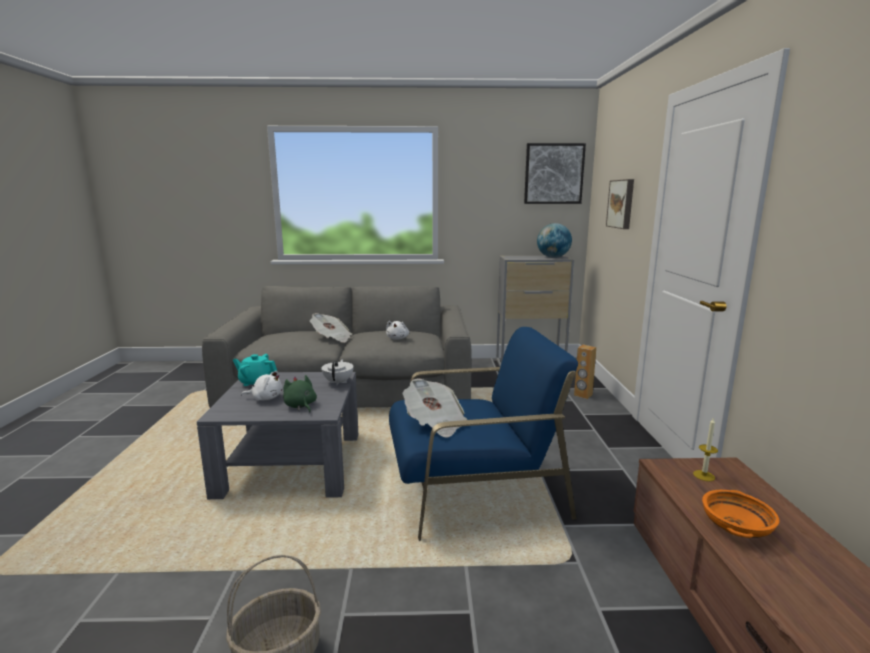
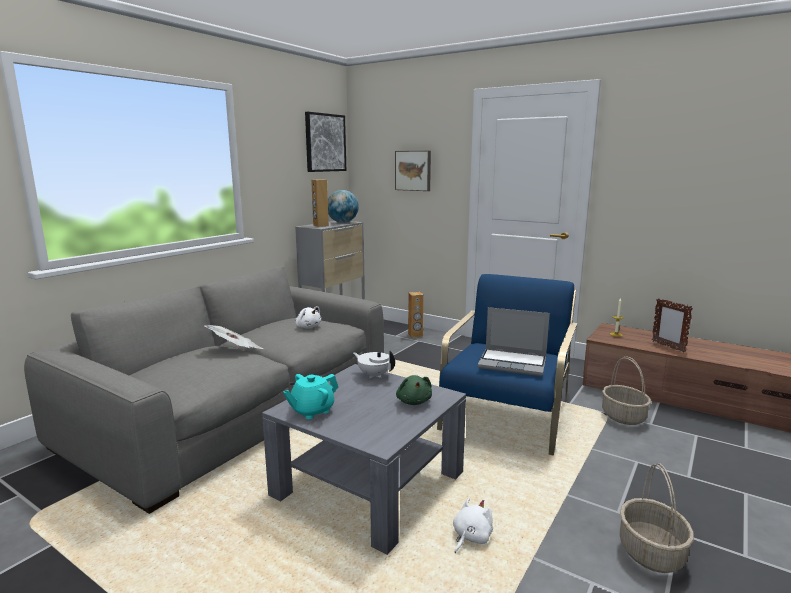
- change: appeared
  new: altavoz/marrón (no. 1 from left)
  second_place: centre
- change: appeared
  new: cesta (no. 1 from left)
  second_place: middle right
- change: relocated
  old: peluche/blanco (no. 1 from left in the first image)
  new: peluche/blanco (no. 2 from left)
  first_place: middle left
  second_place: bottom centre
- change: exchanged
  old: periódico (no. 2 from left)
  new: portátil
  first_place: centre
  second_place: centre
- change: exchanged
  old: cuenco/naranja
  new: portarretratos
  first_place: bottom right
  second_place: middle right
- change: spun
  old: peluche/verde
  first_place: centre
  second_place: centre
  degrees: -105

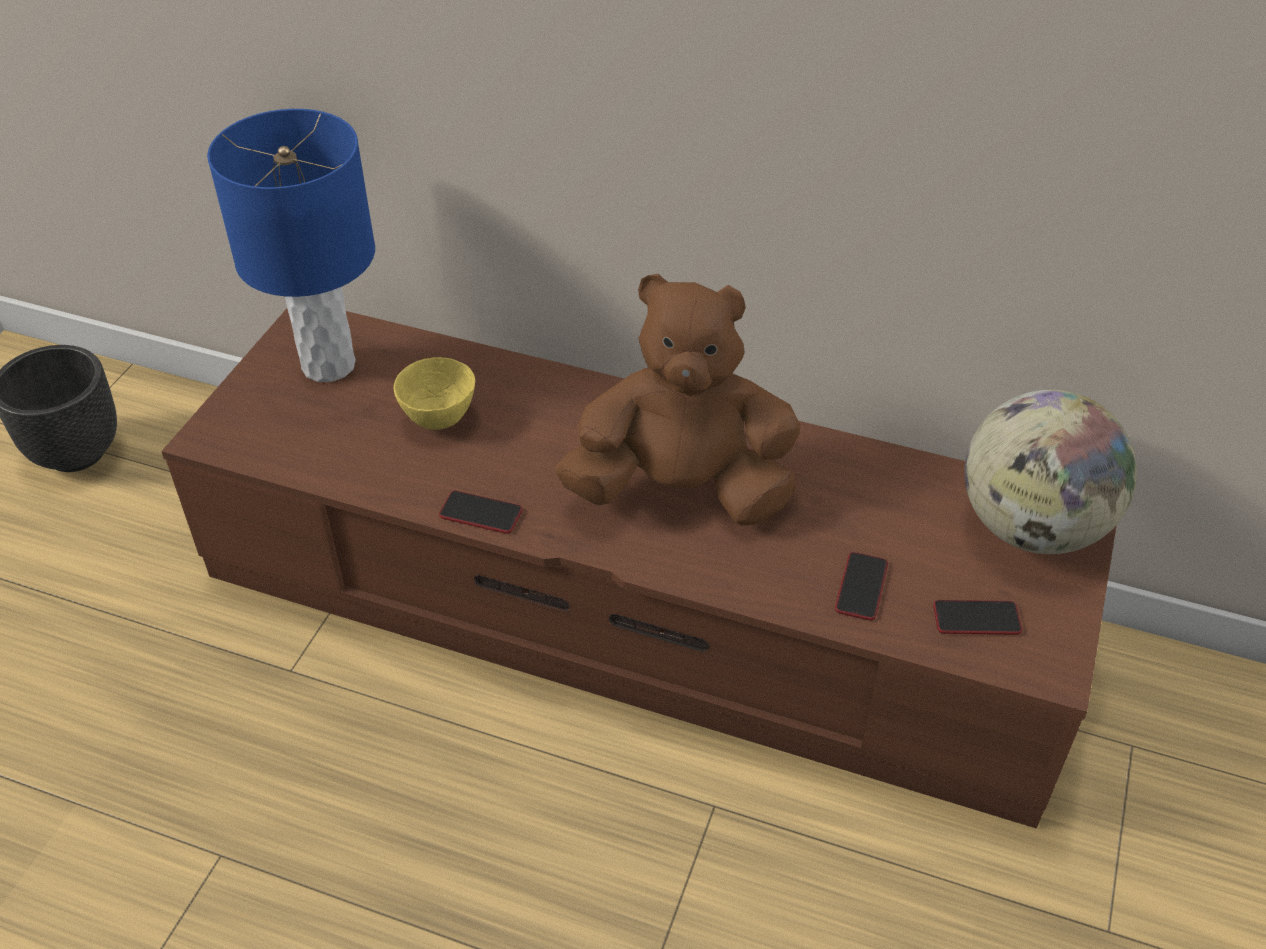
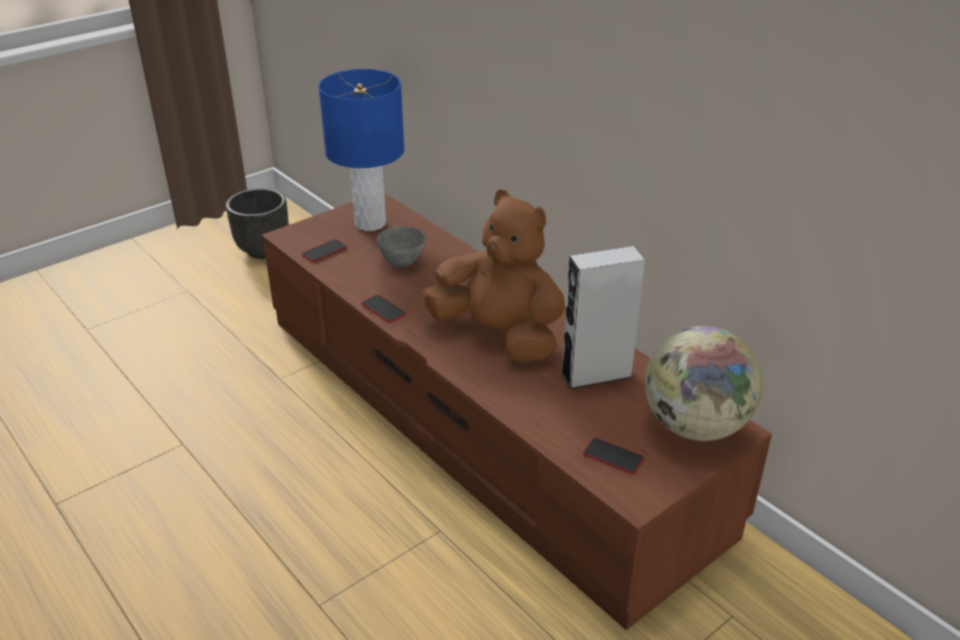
- change: appeared
  new: altavoz/gris
  second_place: centre
- change: relocated
  old: móvil (no. 2 from left in the first image)
  new: móvil (no. 1 from left)
  first_place: middle right
  second_place: centre
- change: colour
  old: cuenco/amarillo
  new: cuenco/gris
  first_place: centre
  second_place: centre

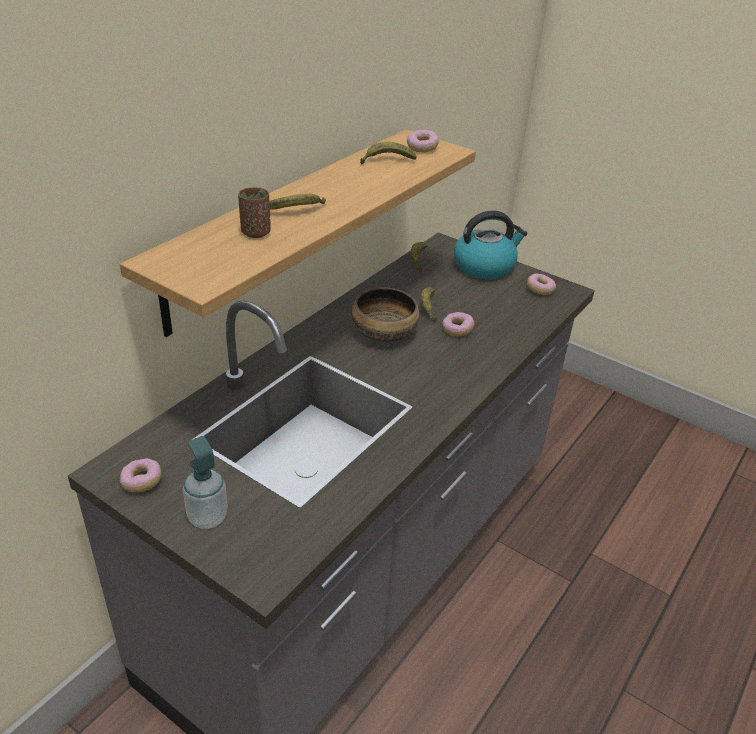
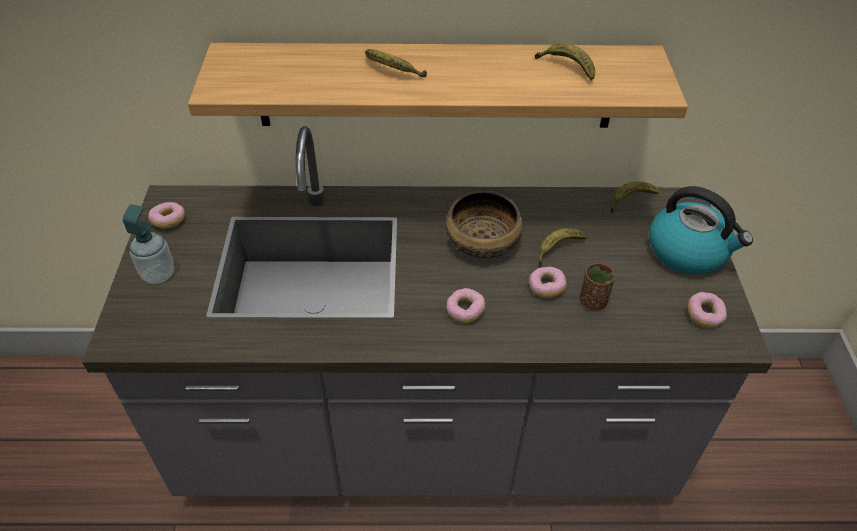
- change: relocated
  old: taza/marrón
  first_place: top centre
  second_place: middle right
- change: relocated
  old: rosquilla (no. 2 from left)
  first_place: top centre
  second_place: centre

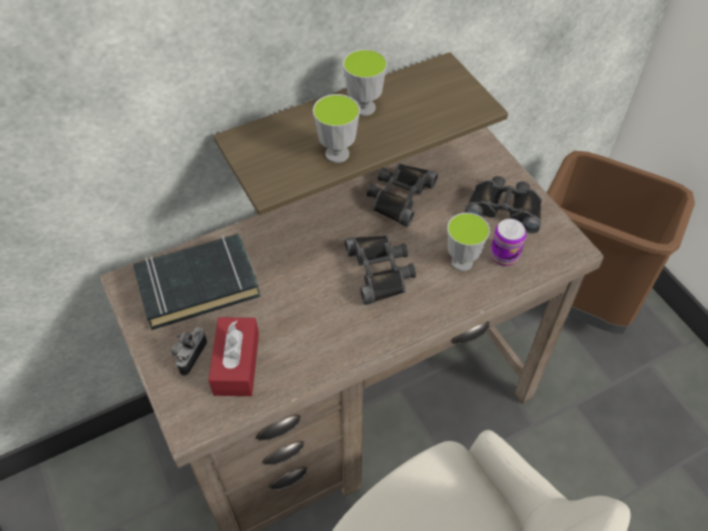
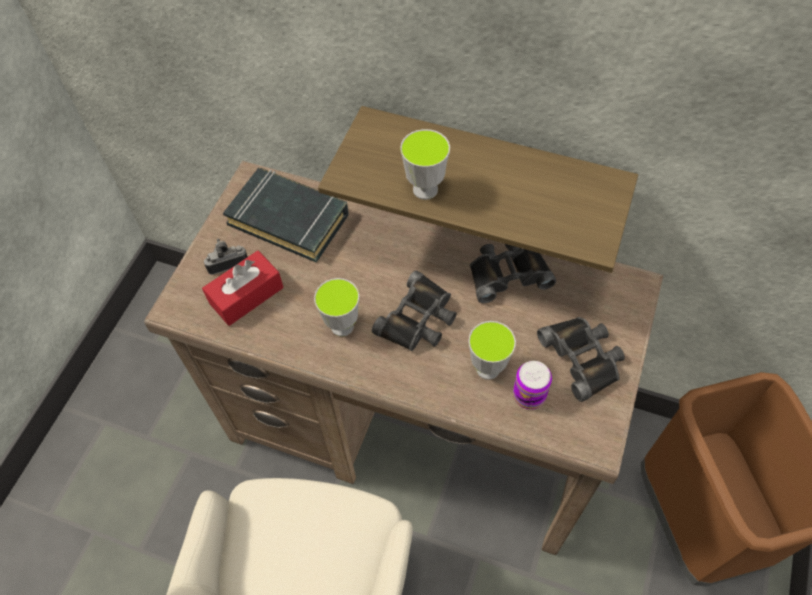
- change: relocated
  old: taza (no. 2 from left in the first image)
  new: taza (no. 1 from left)
  first_place: top centre
  second_place: centre

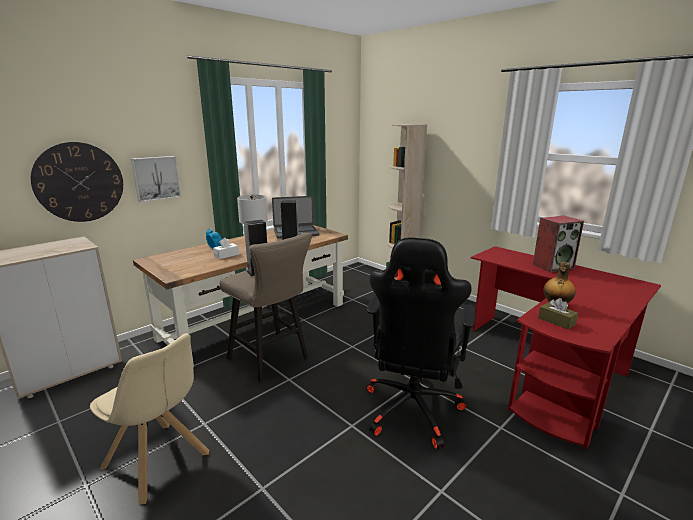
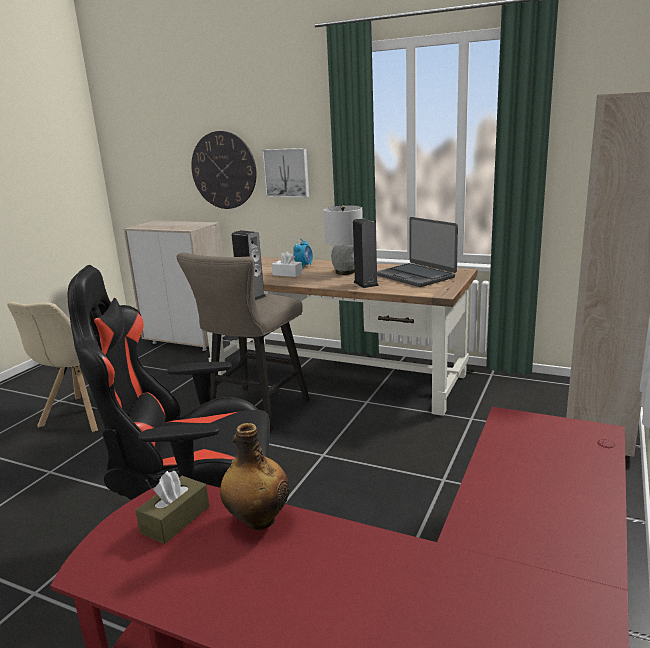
- change: missing
  old: altavoz (no. 3 from left)
  first_place: middle right

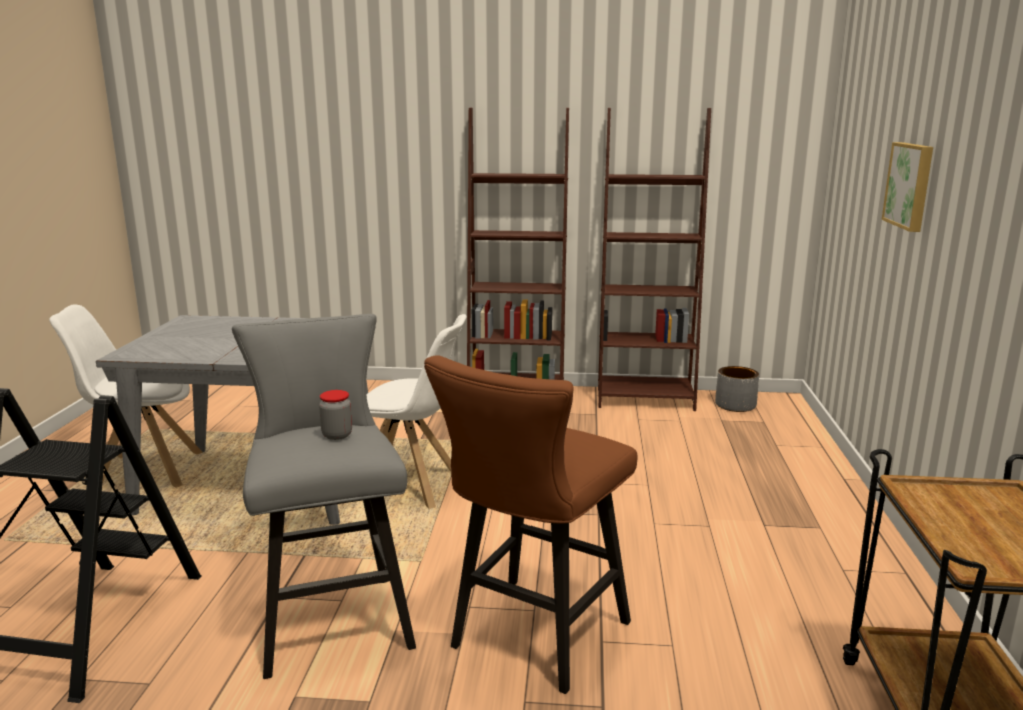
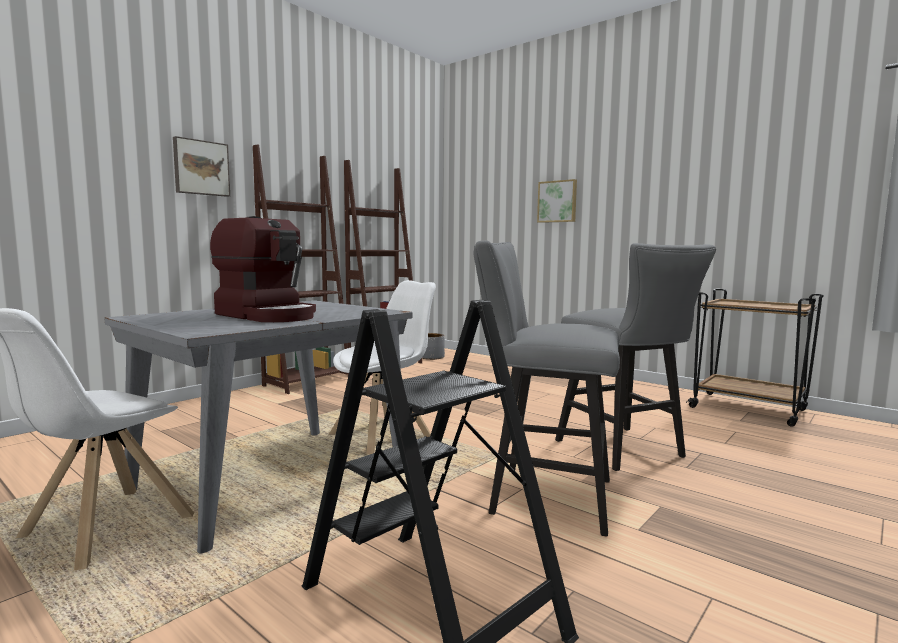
- change: missing
  old: tarro
  first_place: middle left
- change: appeared
  new: cuadro (no. 1 from left)
  second_place: top left
- change: appeared
  new: cafetera
  second_place: middle left
- change: colour
  old: taburete/marrón
  new: taburete/gris (no. 2 from left)
  first_place: bottom centre
  second_place: middle right

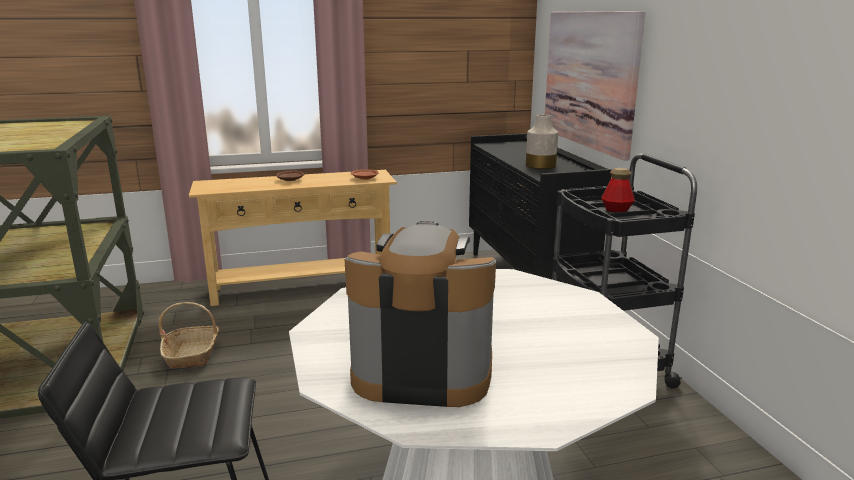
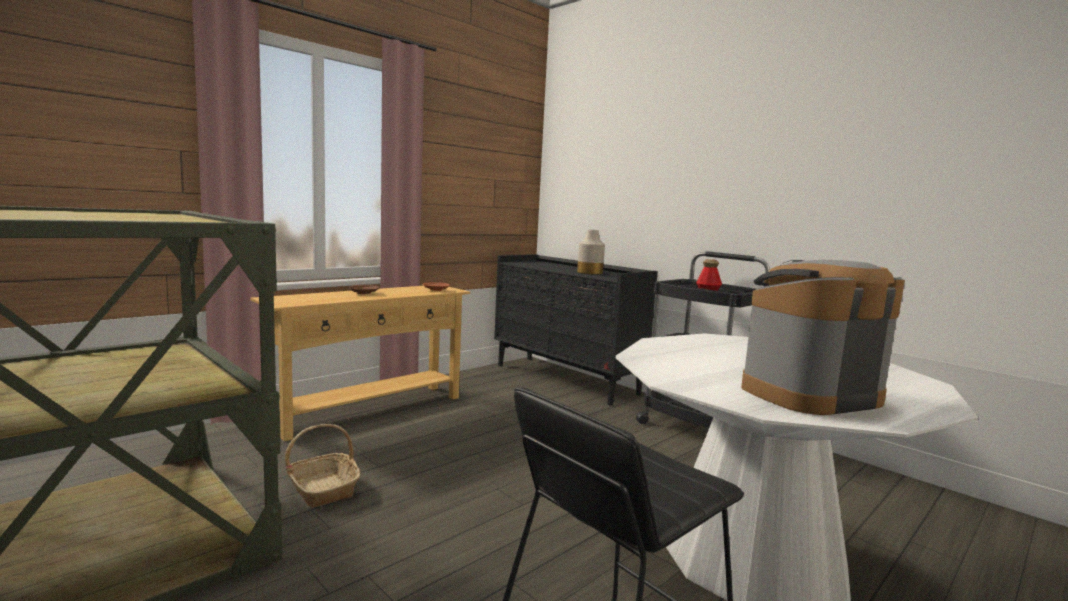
- change: missing
  old: cuadro
  first_place: top right

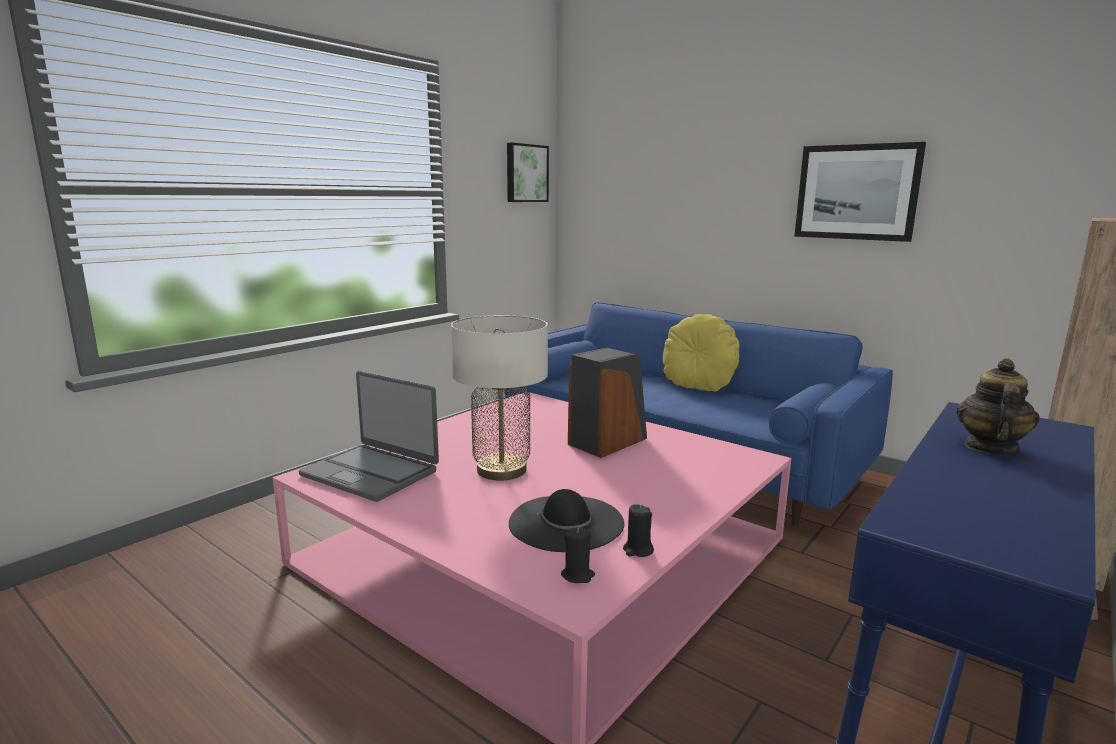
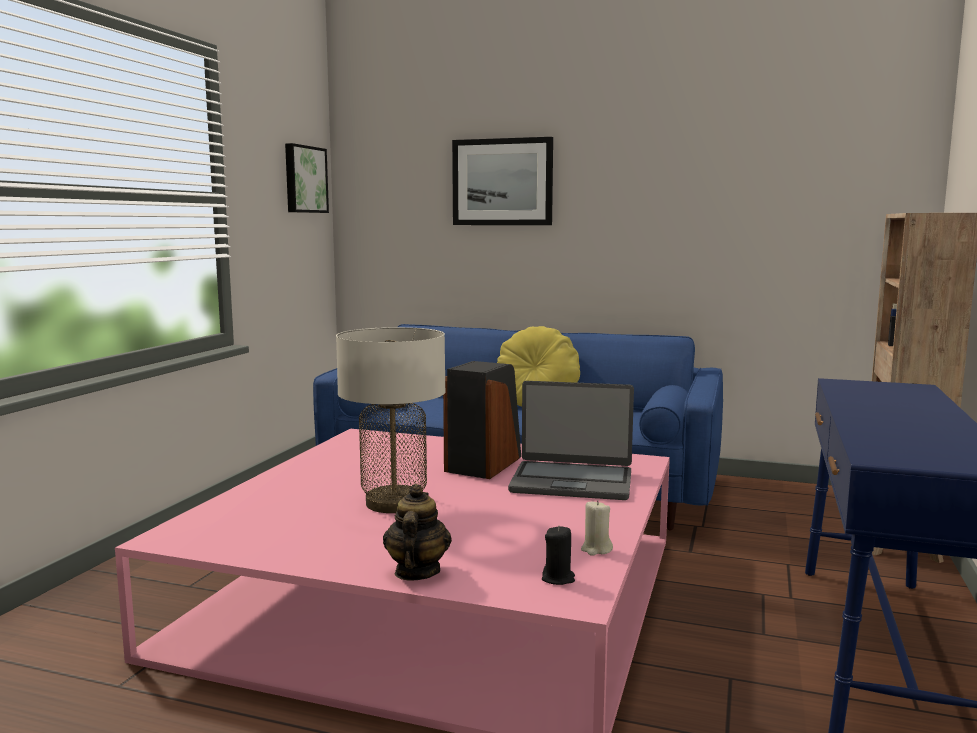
- change: missing
  old: sombrero/negro
  first_place: bottom centre
- change: relocated
  old: portátil
  first_place: middle left
  second_place: centre
- change: relocated
  old: cuadro (no. 2 from left)
  first_place: top right
  second_place: top centre
- change: relocated
  old: tetera
  first_place: middle right
  second_place: bottom centre
- change: colour
  old: vela/negro (no. 2 from left)
  new: vela/beis
  first_place: bottom centre
  second_place: bottom centre

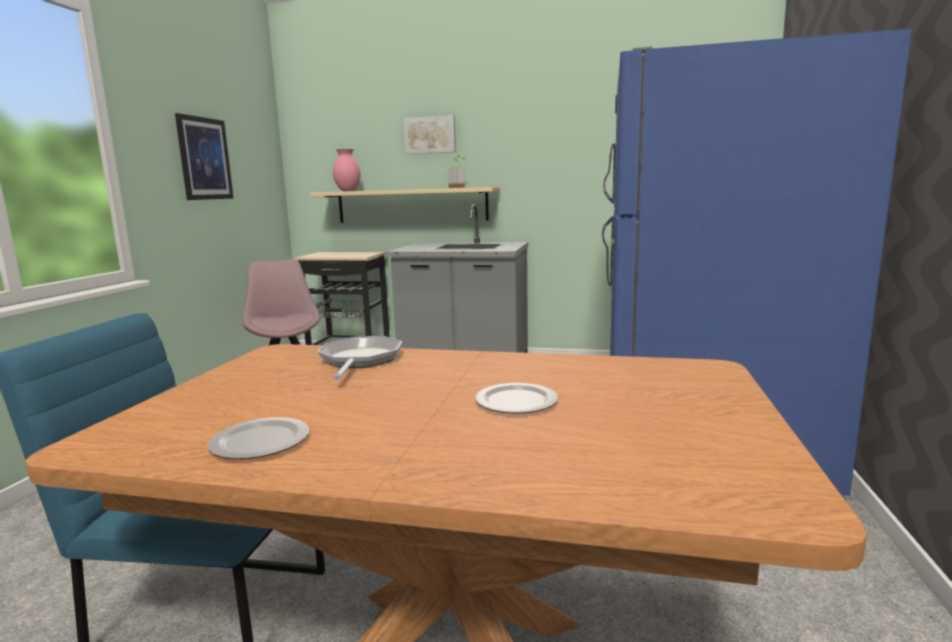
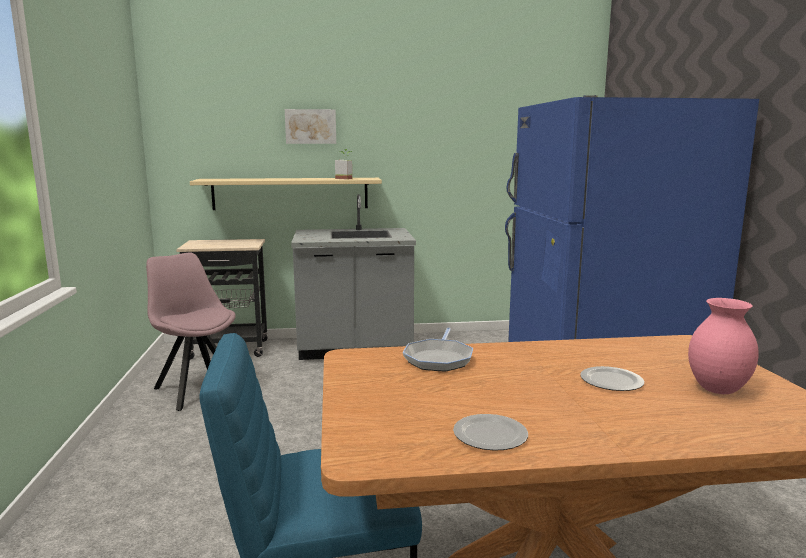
- change: missing
  old: cuadro (no. 1 from left)
  first_place: top left
- change: relocated
  old: florero/rosa
  first_place: top centre
  second_place: middle right
- change: spun
  old: sartén
  first_place: centre
  second_place: centre
  degrees: -150

